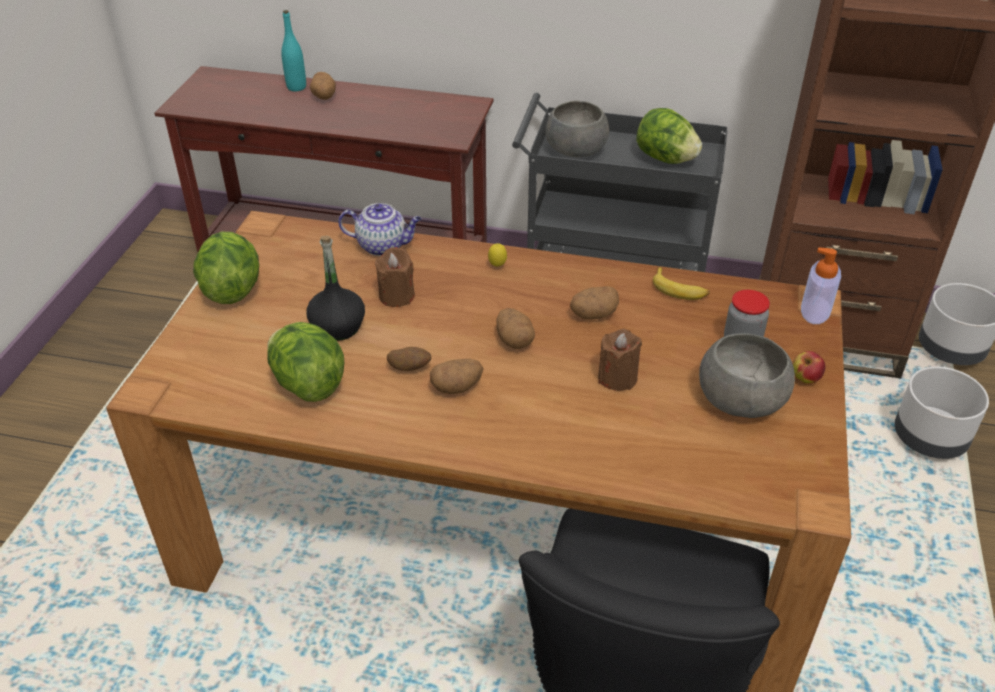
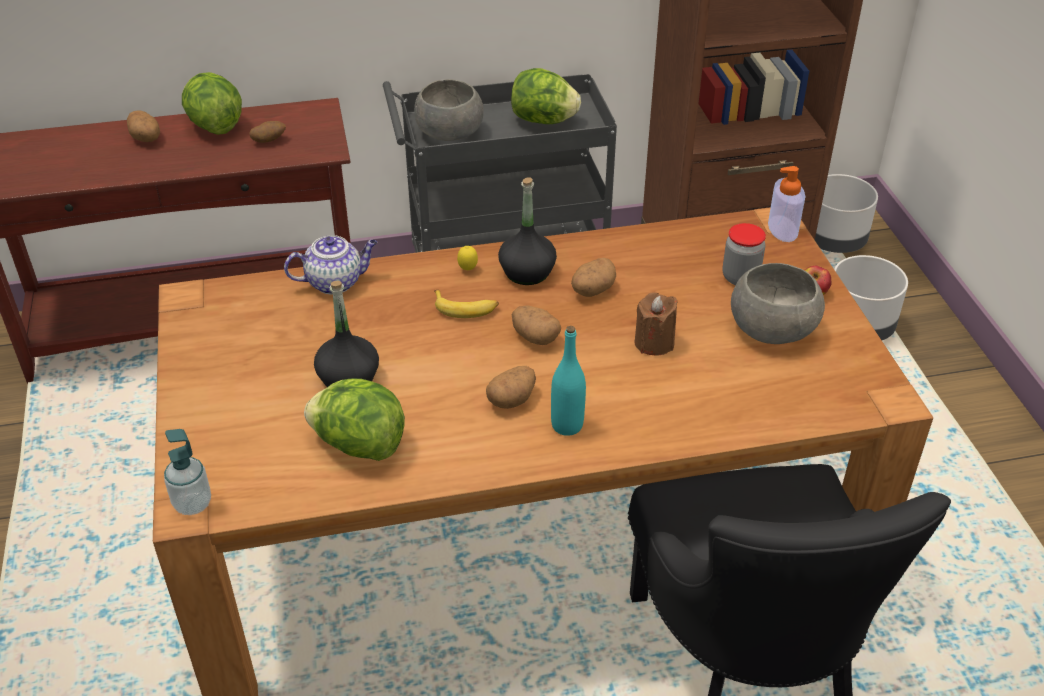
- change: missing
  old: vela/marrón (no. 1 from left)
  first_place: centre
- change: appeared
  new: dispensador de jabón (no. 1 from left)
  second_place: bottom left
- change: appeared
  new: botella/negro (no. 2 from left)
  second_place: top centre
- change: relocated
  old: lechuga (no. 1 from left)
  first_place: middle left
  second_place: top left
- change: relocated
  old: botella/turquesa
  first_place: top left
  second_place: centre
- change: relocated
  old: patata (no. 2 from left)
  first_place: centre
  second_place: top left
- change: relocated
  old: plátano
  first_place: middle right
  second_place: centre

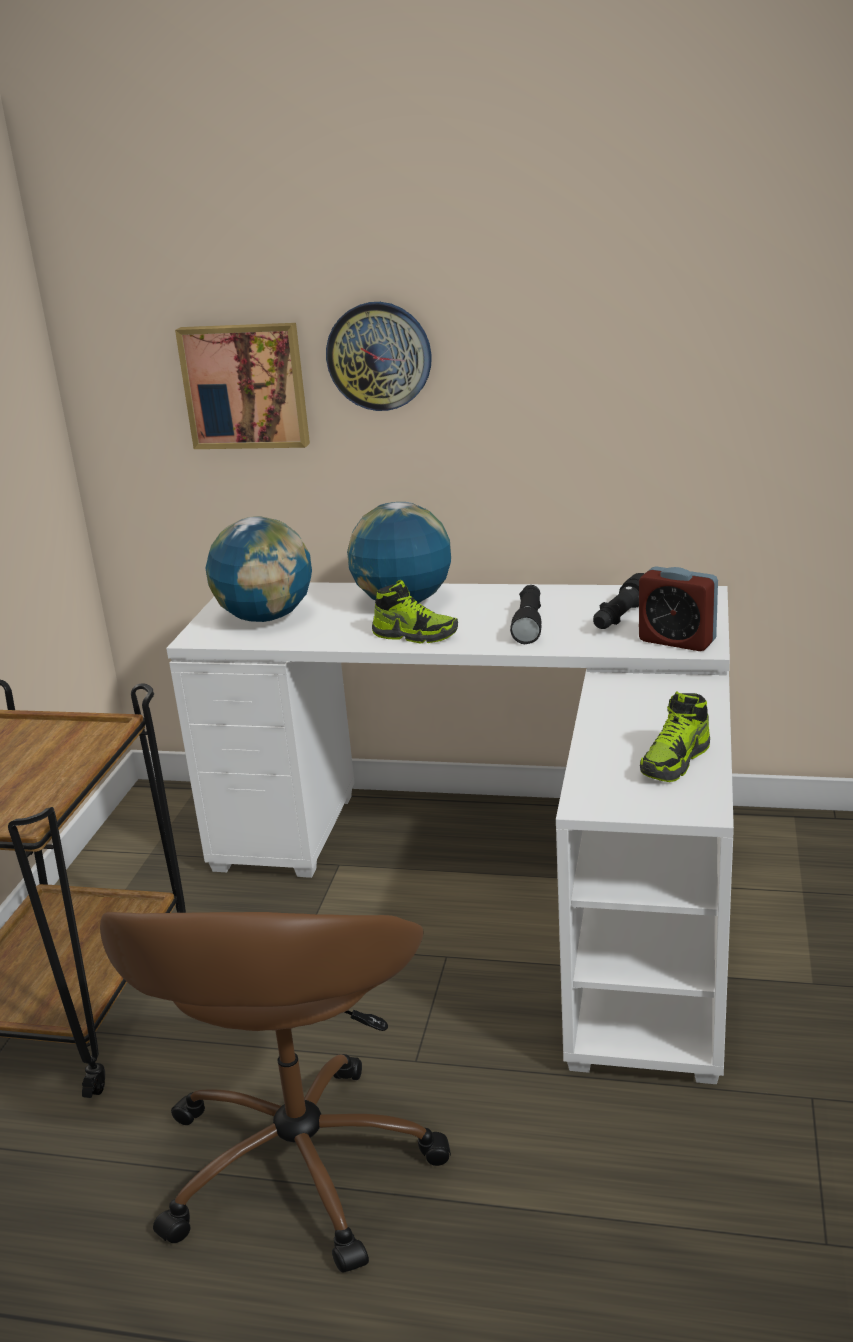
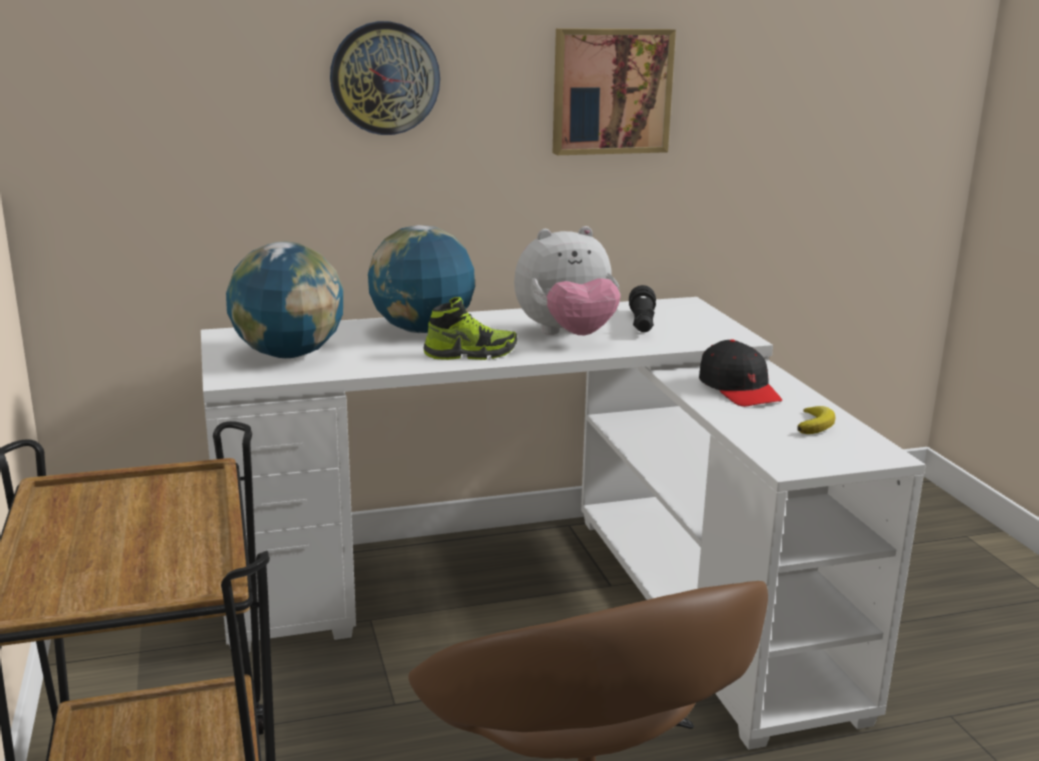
- change: missing
  old: despertador
  first_place: middle right
- change: appeared
  new: gorra/negro
  second_place: middle right
- change: relocated
  old: cuadro
  first_place: top left
  second_place: top centre
- change: exchanged
  old: linterna/negro (no. 1 from left)
  new: peluche
  first_place: centre
  second_place: centre
- change: exchanged
  old: zapato (no. 2 from left)
  new: plátano
  first_place: middle right
  second_place: middle right

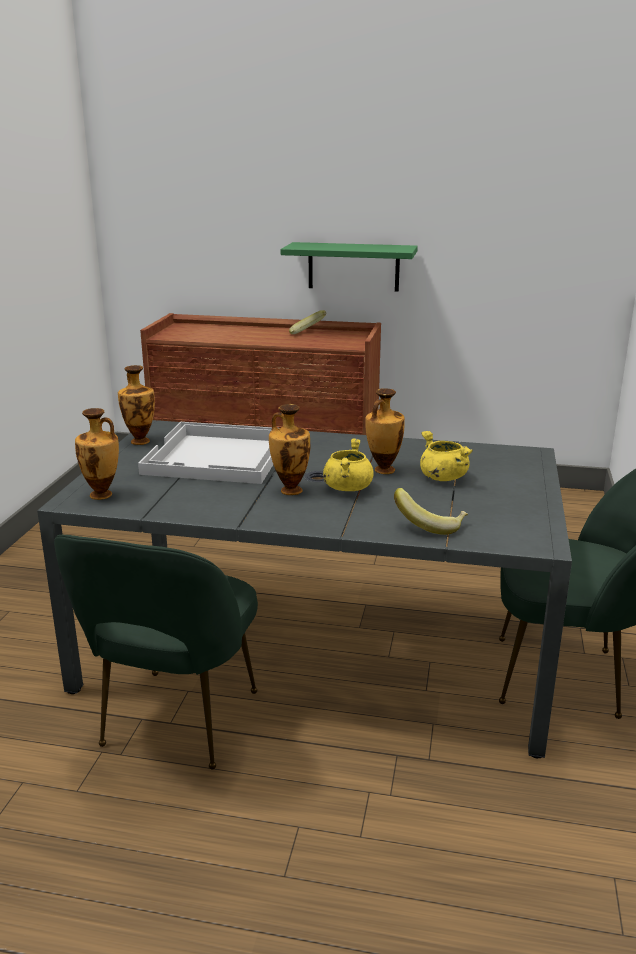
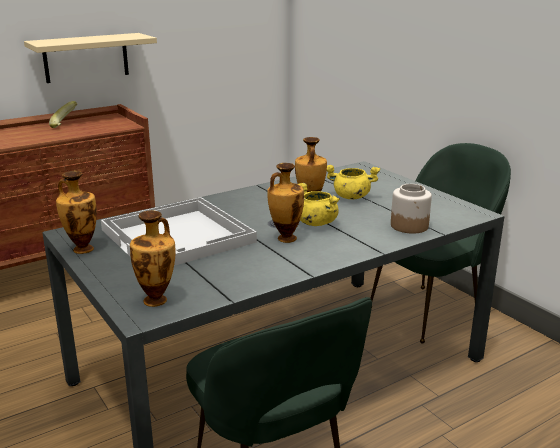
- change: exchanged
  old: plátano (no. 2 from left)
  new: tarro
  first_place: middle right
  second_place: middle right
- change: colour
  old: estante/verde
  new: estante/beis
  first_place: top centre
  second_place: top left

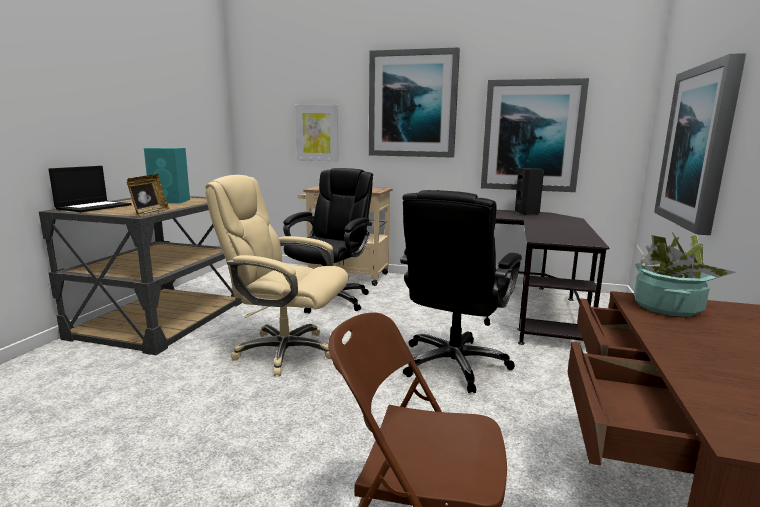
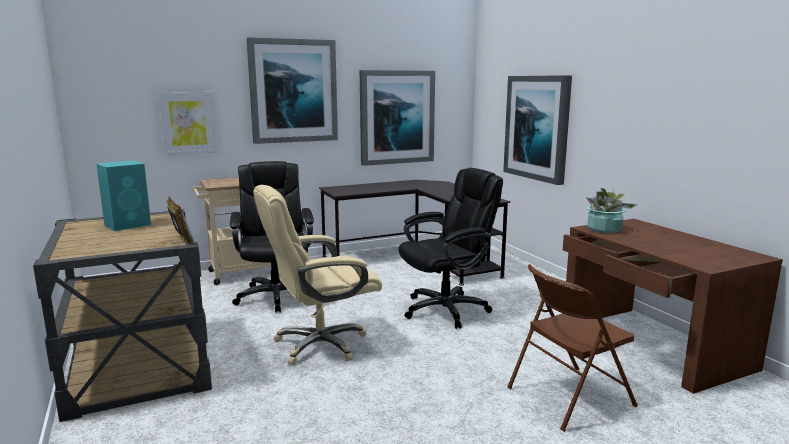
- change: missing
  old: portátil
  first_place: middle left
- change: missing
  old: altavoz/negro
  first_place: middle right
- change: spun
  old: silla de oficina/negro (no. 2 from left)
  first_place: centre
  second_place: centre
  degrees: -105

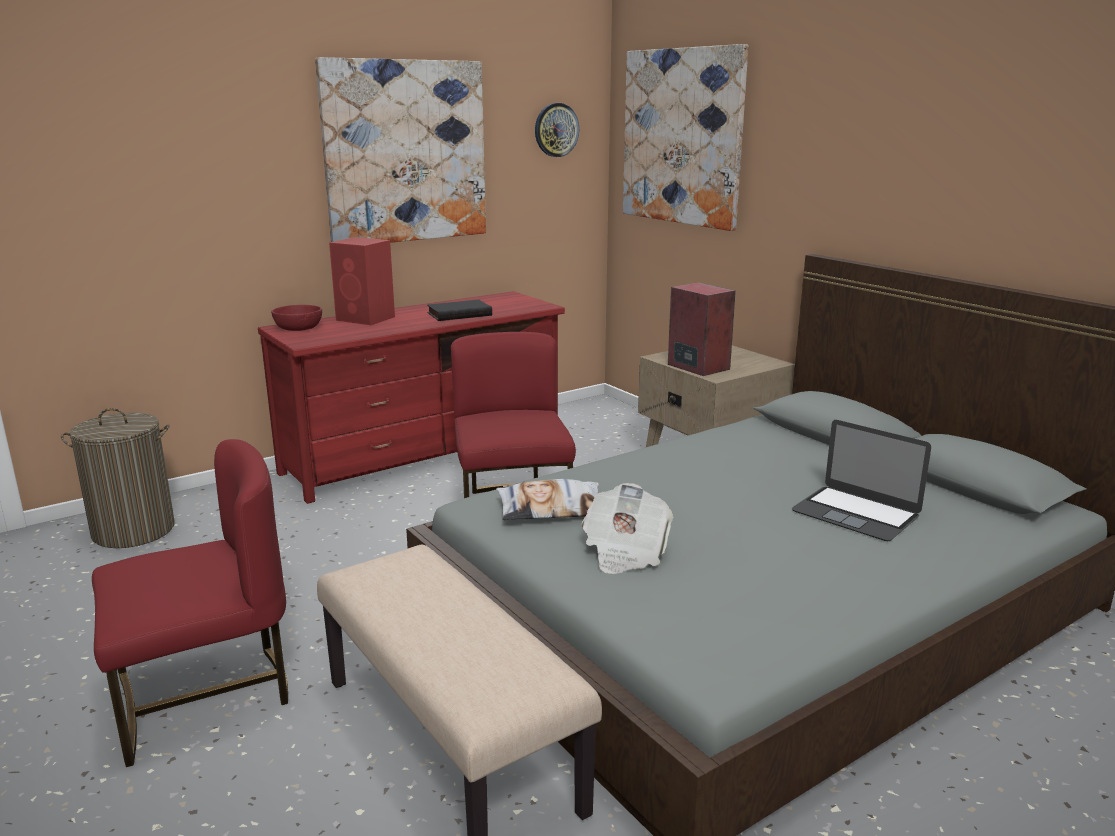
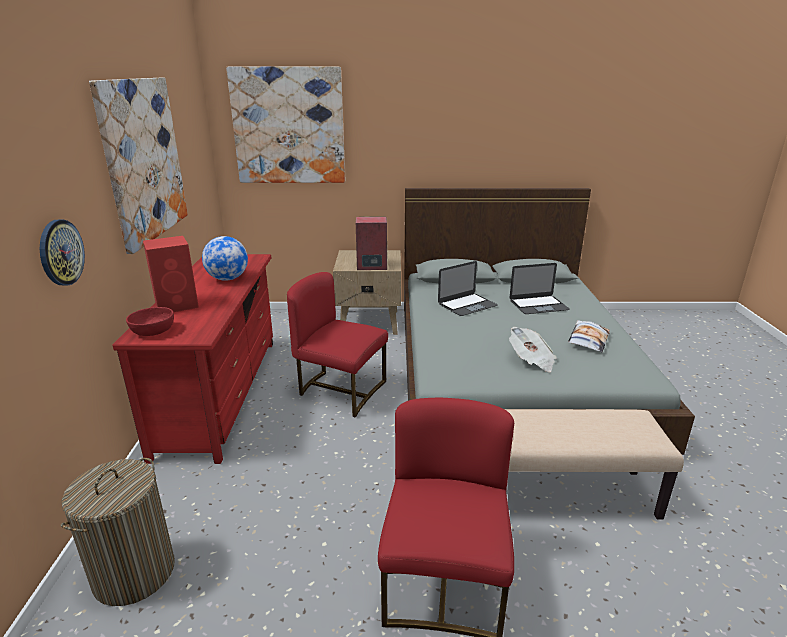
- change: appeared
  new: portátil (no. 1 from left)
  second_place: centre
- change: relocated
  old: cojín
  first_place: centre
  second_place: middle right
- change: relocated
  old: reloj de pared
  first_place: top centre
  second_place: middle left
- change: exchanged
  old: libro/negro
  new: globo terráqueo
  first_place: centre
  second_place: middle left

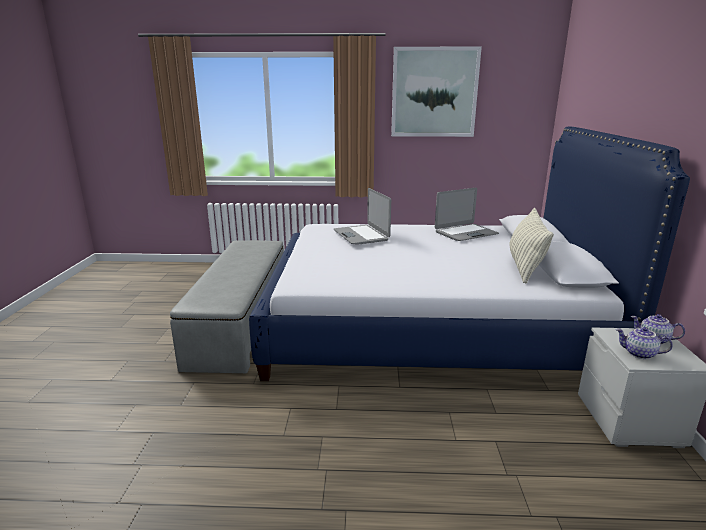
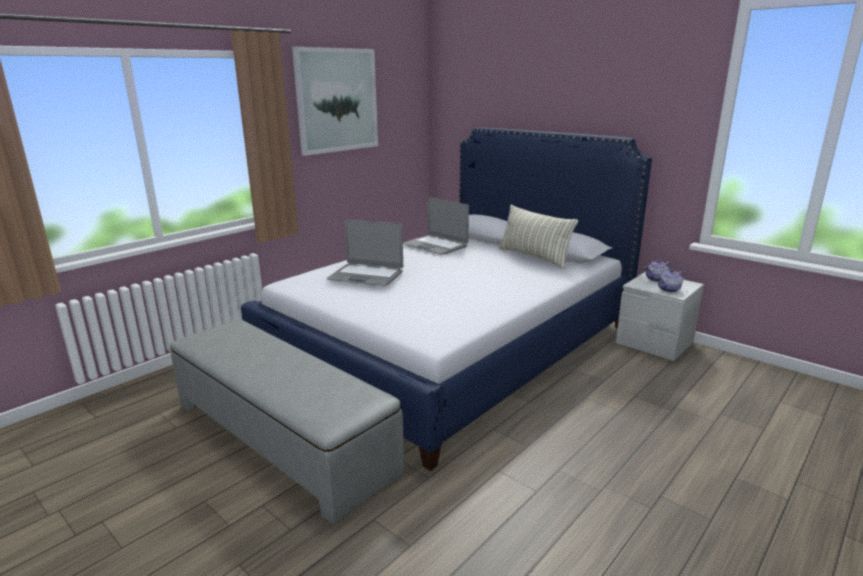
- change: spun
  old: portátil (no. 2 from left)
  first_place: centre
  second_place: centre
  degrees: 120

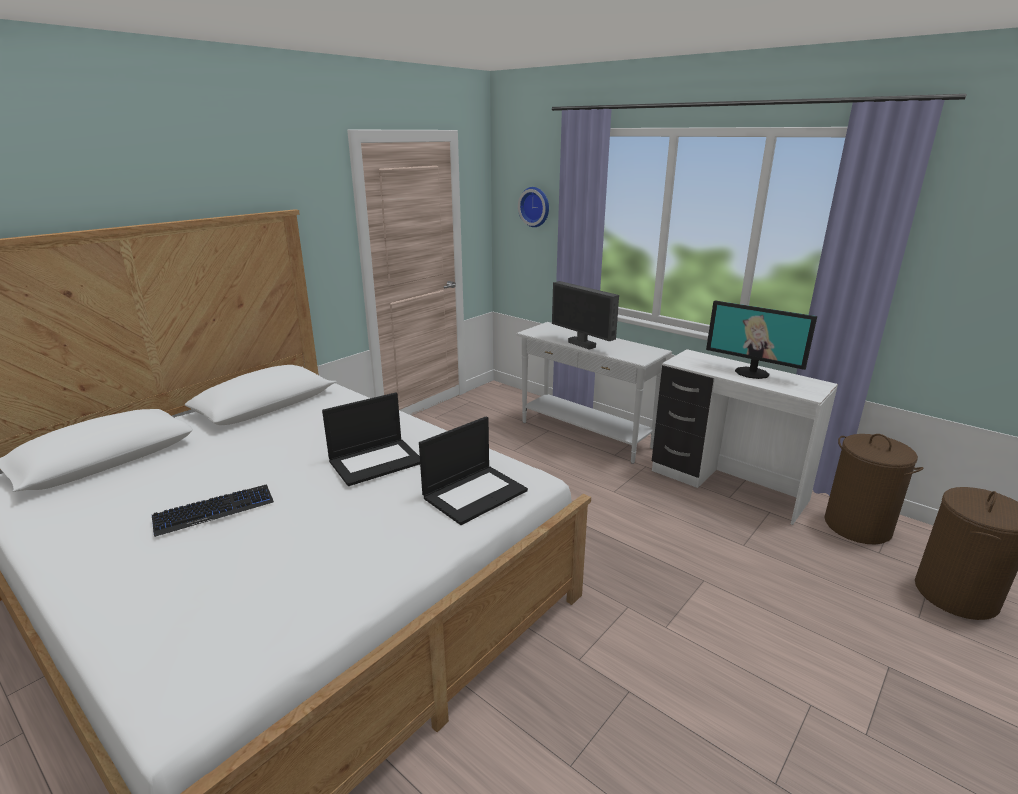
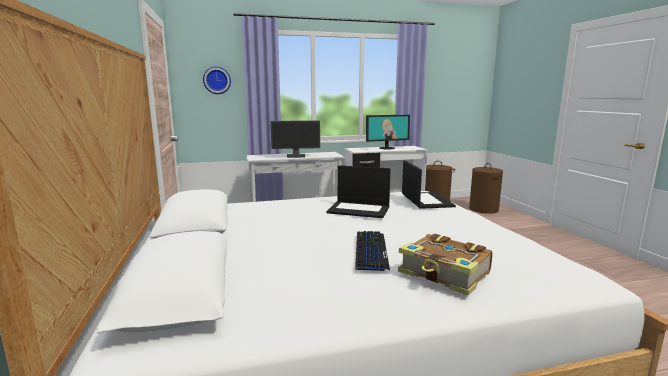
- change: appeared
  new: libro
  second_place: bottom centre
- change: spun
  old: portátil (no. 1 from left)
  first_place: centre
  second_place: centre
  degrees: 105

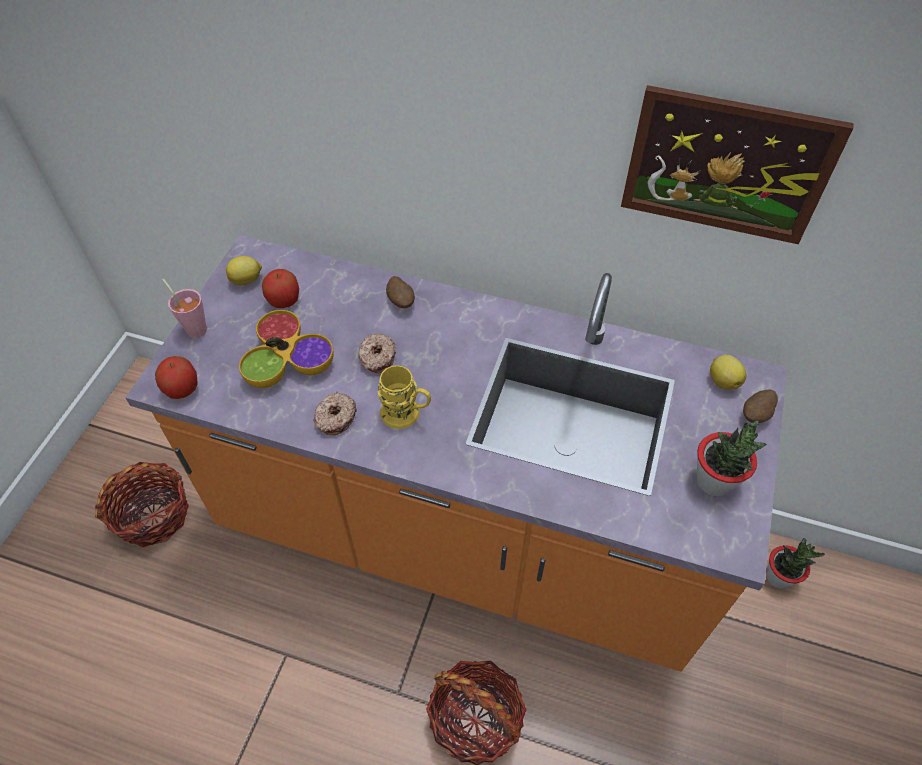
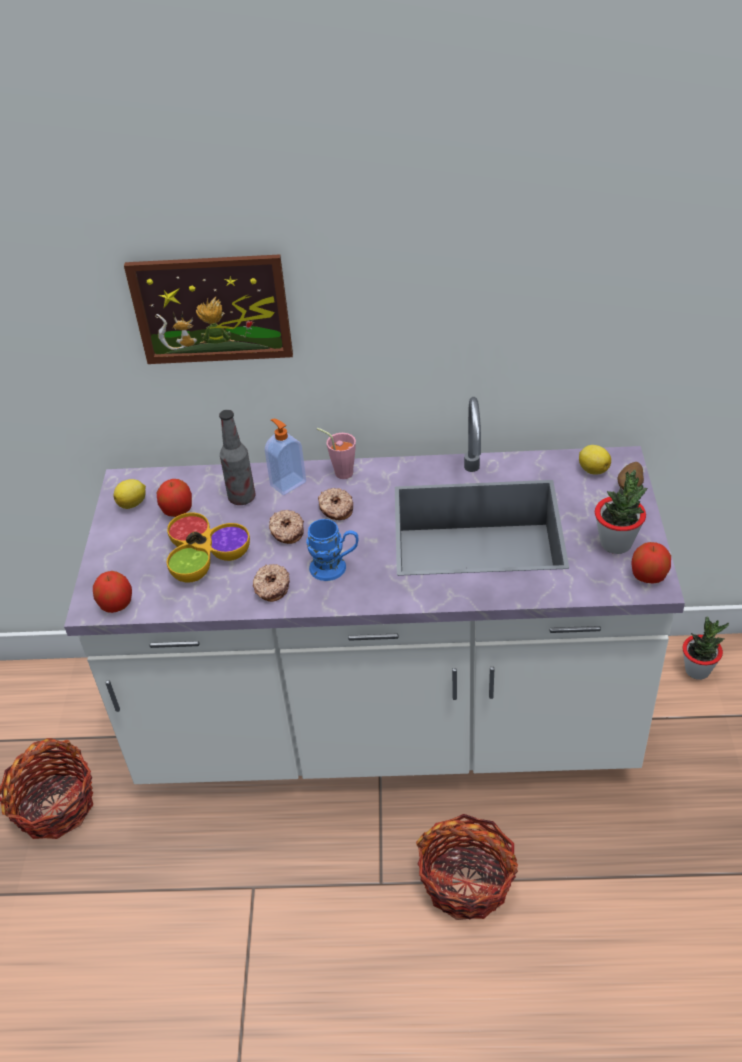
- change: appeared
  new: botella
  second_place: middle left
- change: appeared
  new: rosquilla (no. 3 from left)
  second_place: centre
- change: appeared
  new: manzana (no. 3 from left)
  second_place: middle right
- change: relocated
  old: taza/rosa
  first_place: middle left
  second_place: centre
- change: relocated
  old: cuadro
  first_place: top right
  second_place: top left
- change: exchanged
  old: patata (no. 1 from left)
  new: dispensador de jabón
  first_place: centre
  second_place: centre
- change: colour
  old: mueble bajo de cocina/naranja
  new: mueble bajo de cocina/blanco
  first_place: centre
  second_place: centre
- change: colour
  old: taza grande/amarillo
  new: taza grande/azul
  first_place: centre
  second_place: centre

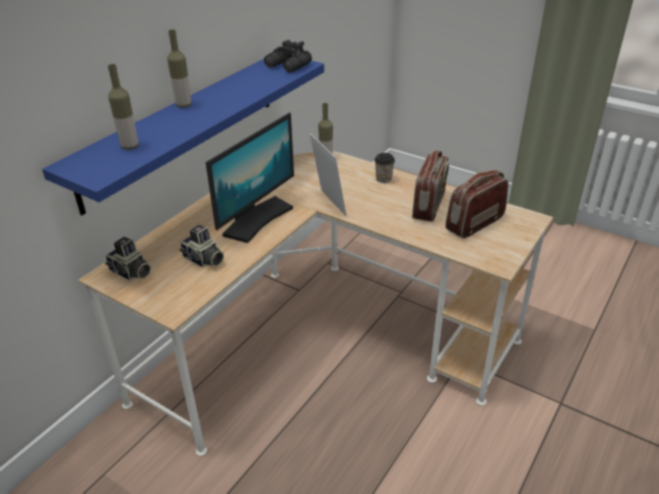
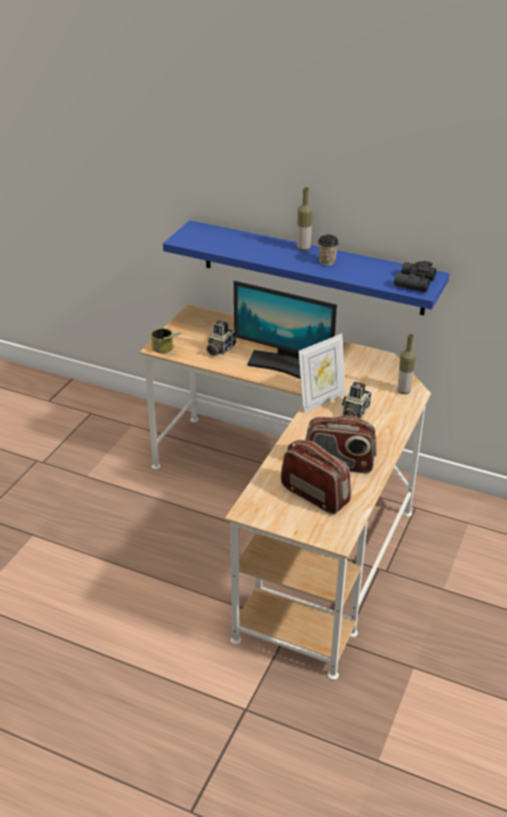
- change: missing
  old: botella (no. 1 from left)
  first_place: top left
- change: appeared
  new: lata
  second_place: middle left
- change: relocated
  old: cámara (no. 1 from left in the first image)
  new: cámara (no. 2 from left)
  first_place: middle left
  second_place: middle right
- change: relocated
  old: taza
  first_place: centre
  second_place: top centre

